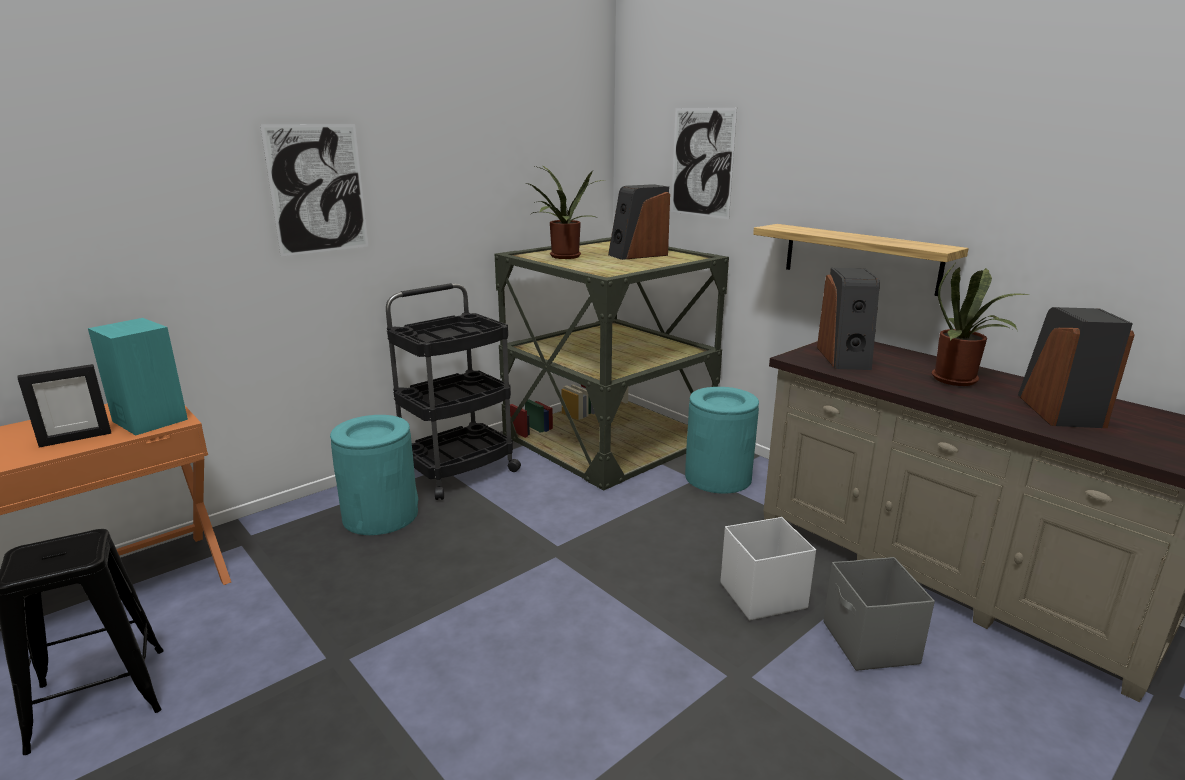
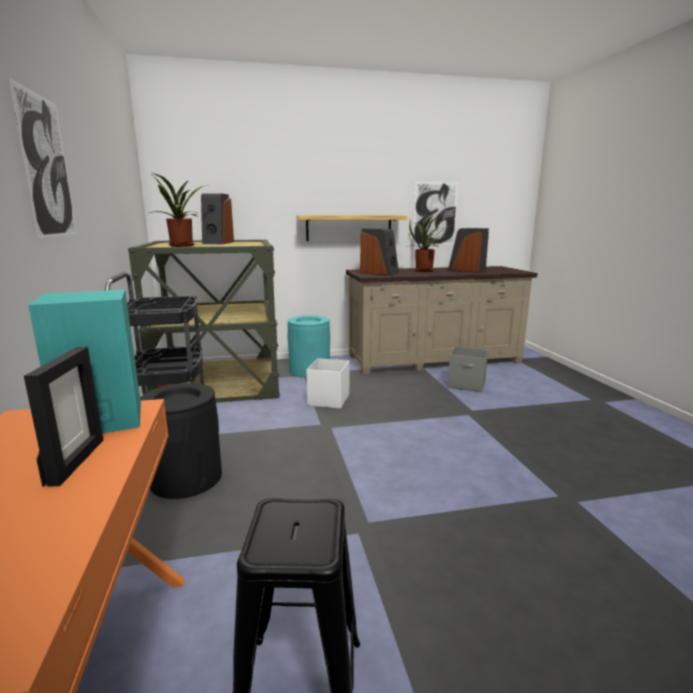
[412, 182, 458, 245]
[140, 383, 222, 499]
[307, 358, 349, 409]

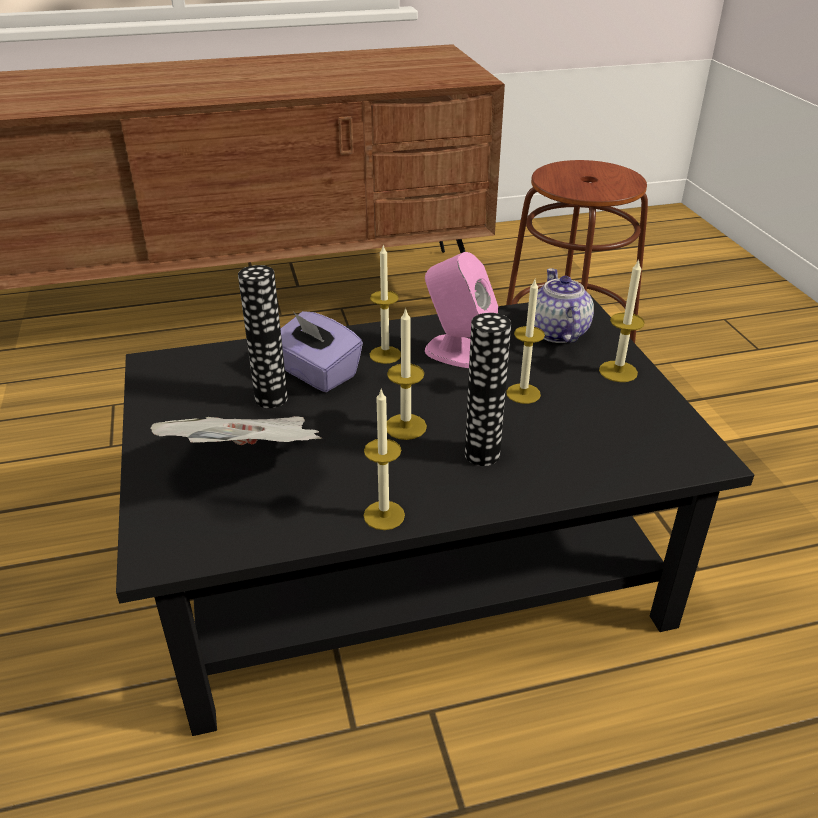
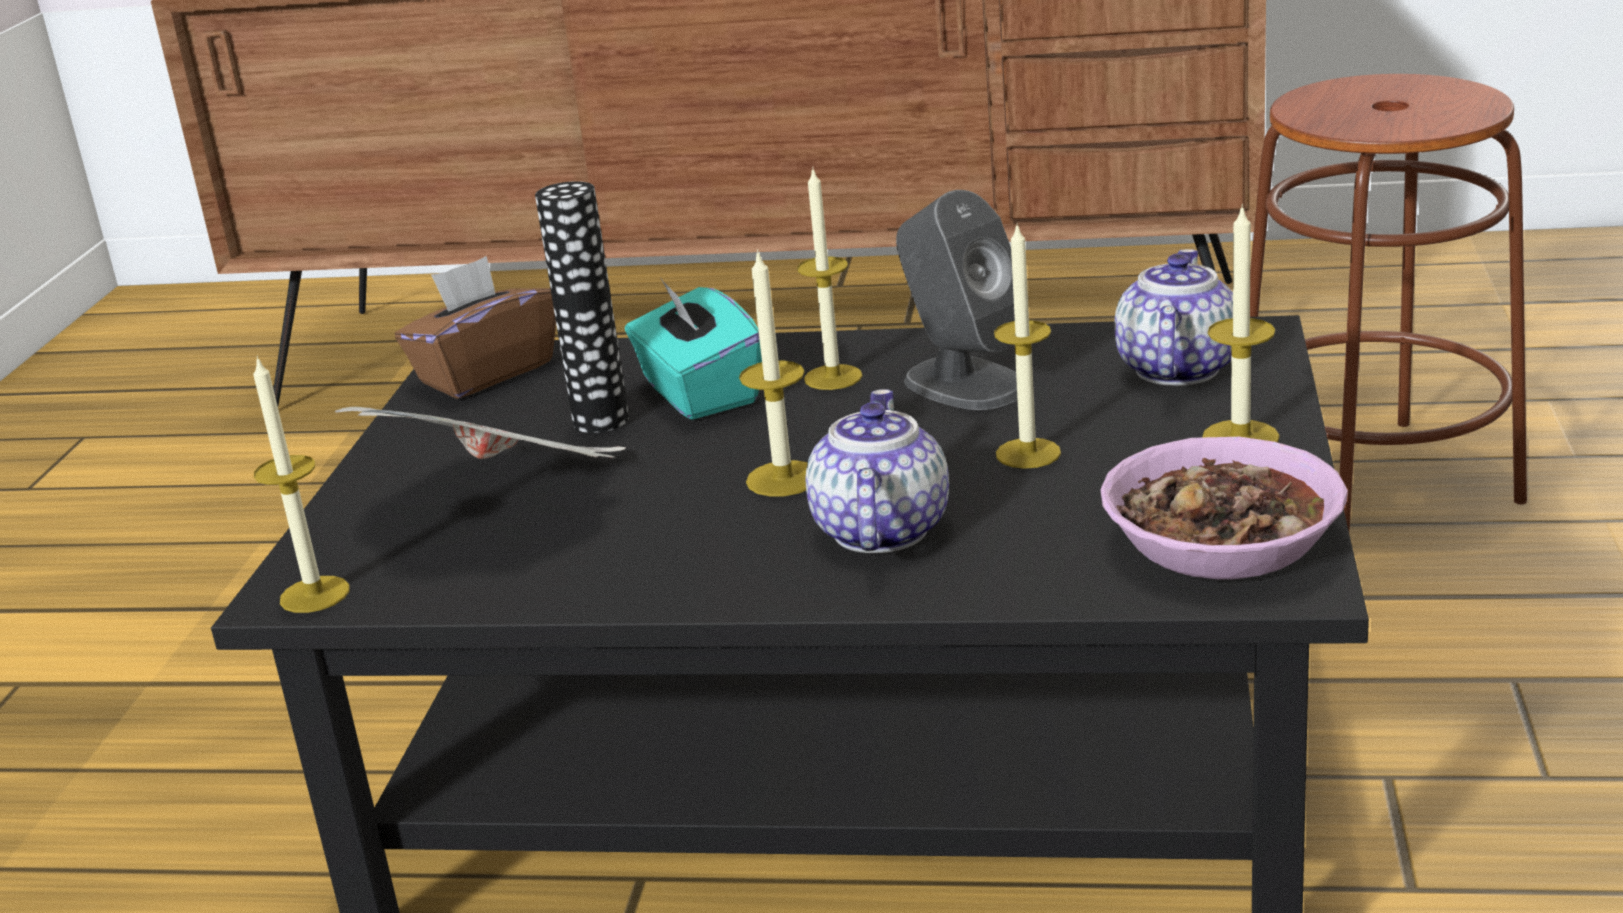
[896, 190, 1017, 410]
[625, 277, 762, 420]
[806, 389, 949, 553]
[253, 356, 350, 613]
[395, 256, 556, 399]
[1100, 437, 1348, 579]

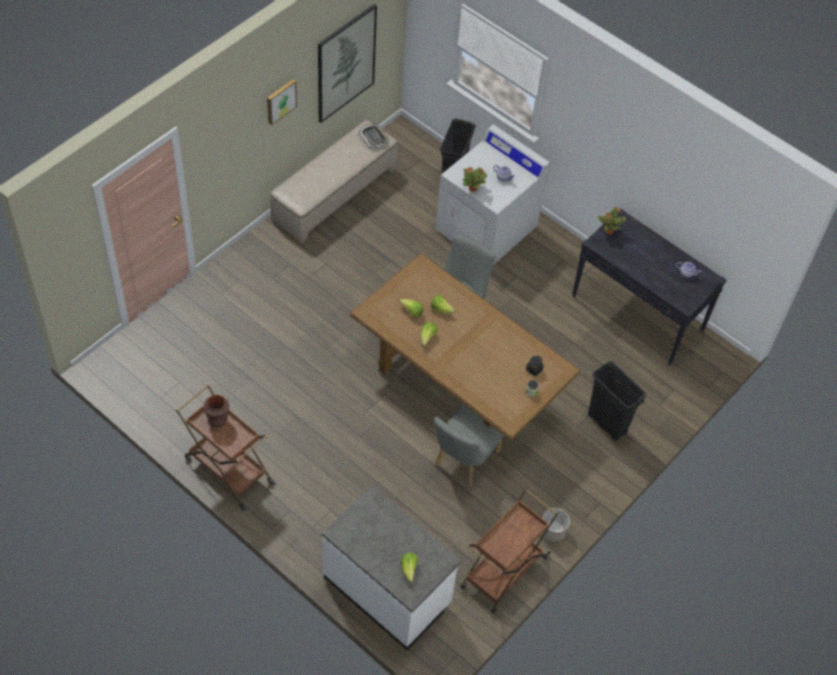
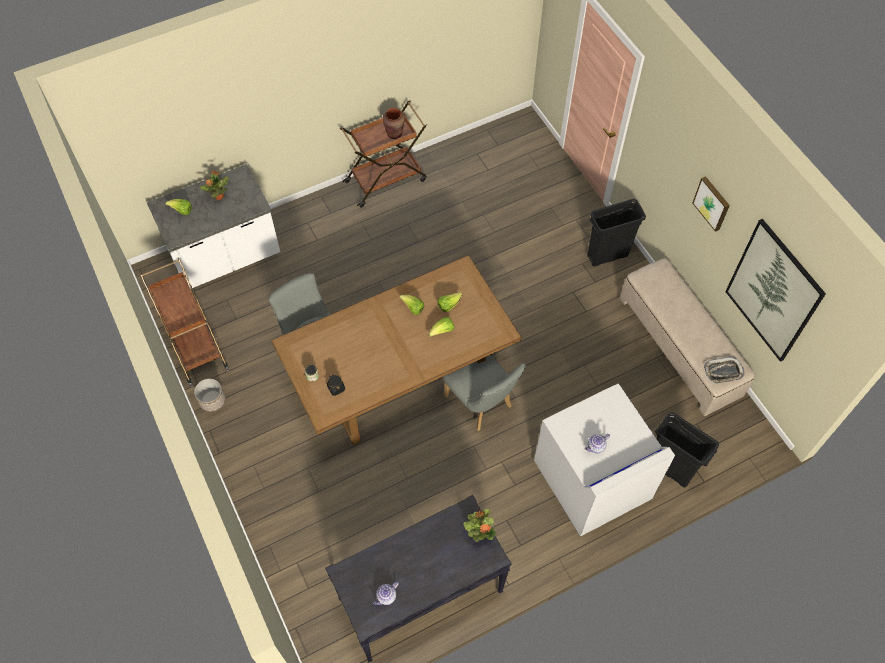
[200, 171, 229, 200]
[587, 199, 646, 267]

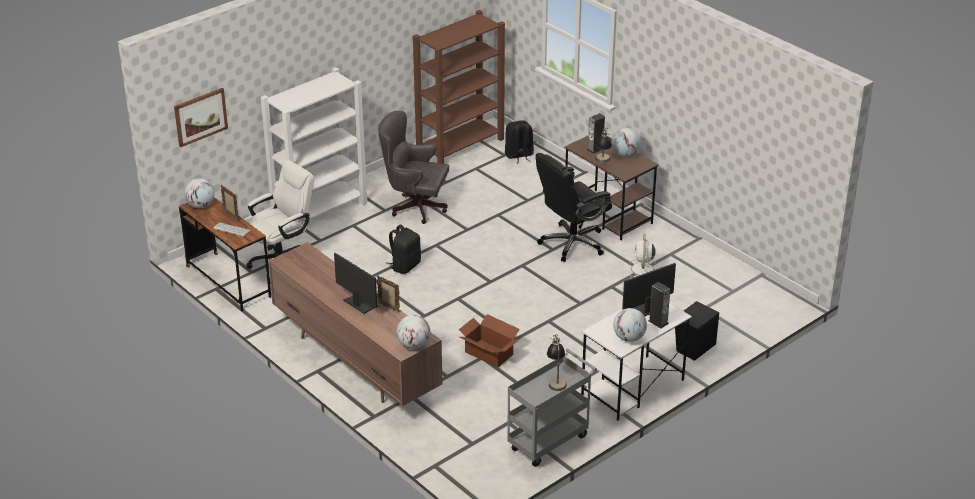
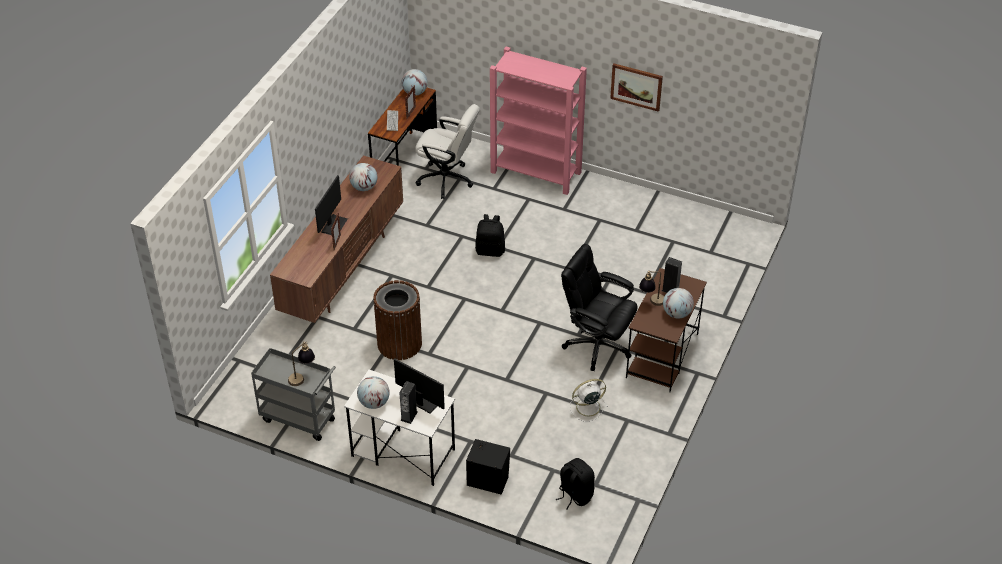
[413, 10, 505, 163] (first image)
[490, 47, 587, 195]
[610, 64, 663, 112]
[378, 111, 449, 224] (first image)
[556, 458, 595, 510]
[373, 280, 422, 360]
[349, 163, 377, 191]

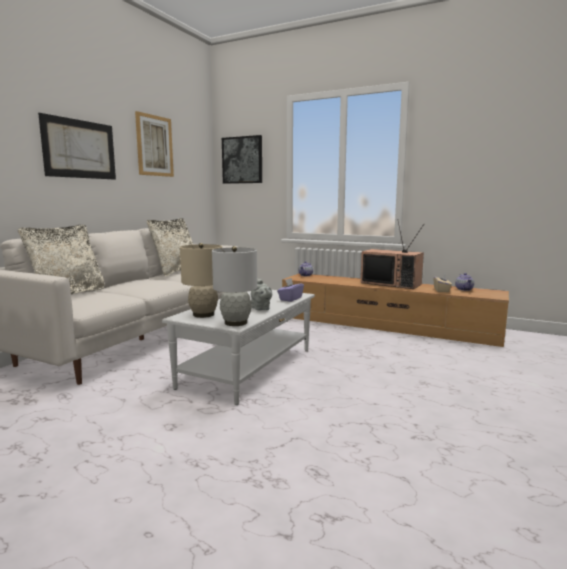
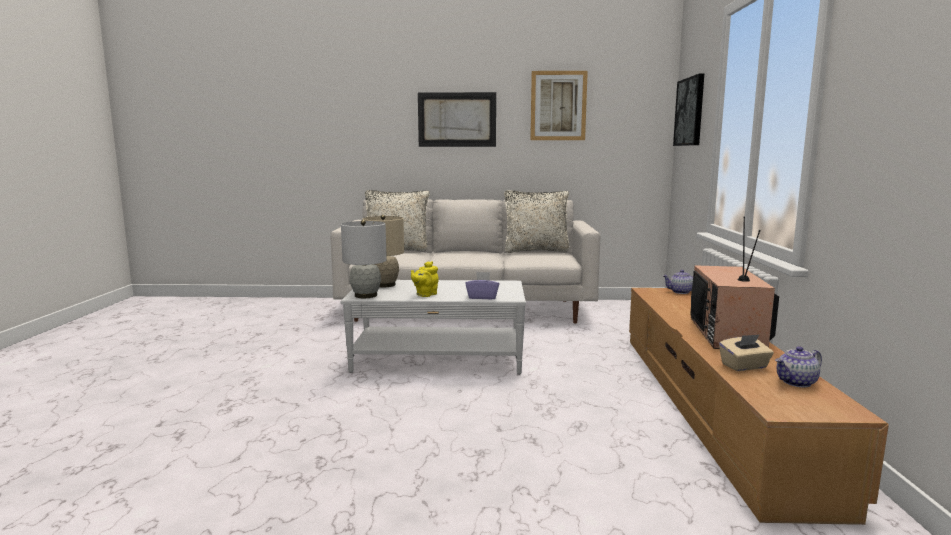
[411, 261, 439, 297]

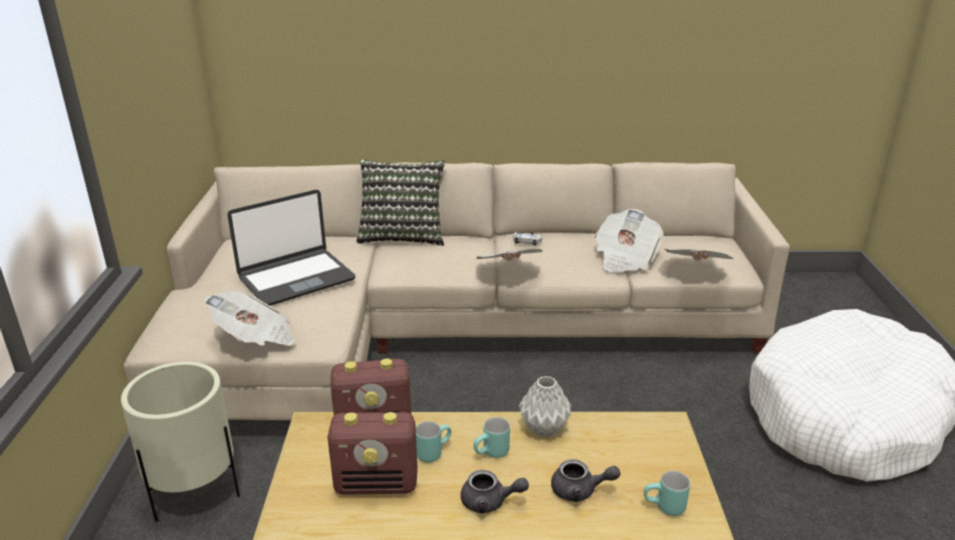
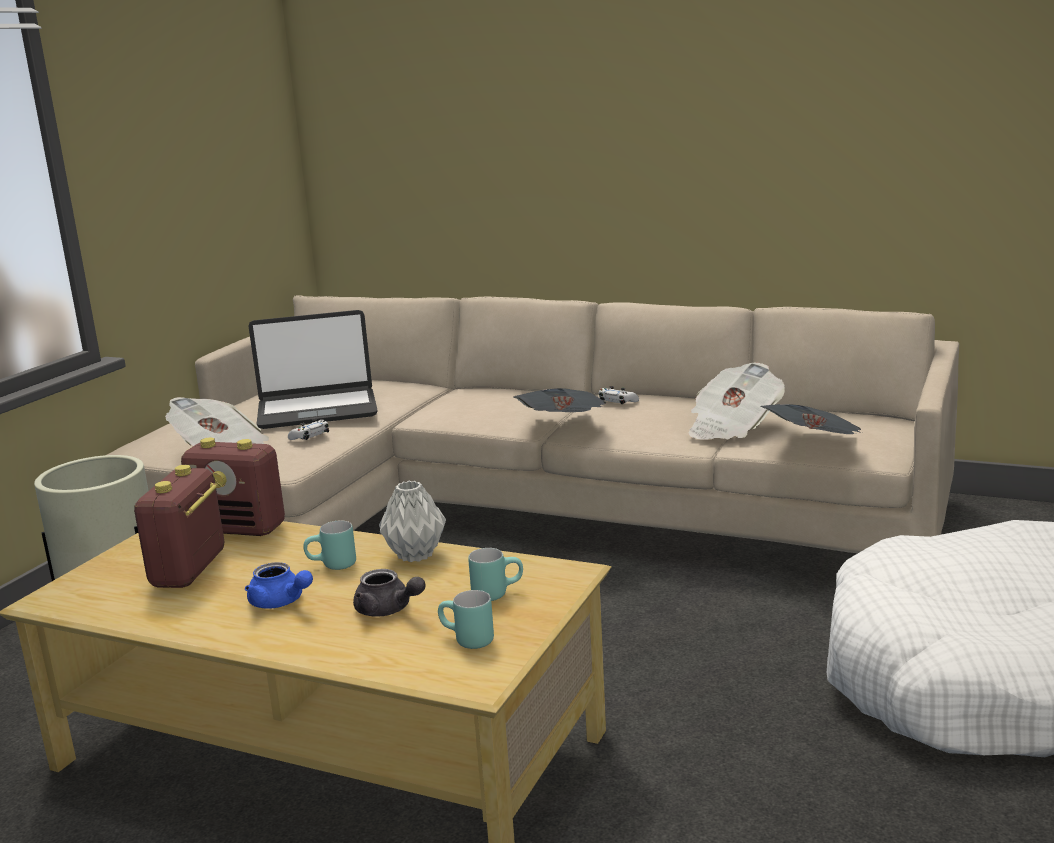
[356, 159, 445, 246] (first image)
[134, 465, 224, 588]
[468, 548, 523, 601]
[245, 562, 313, 609]
[288, 419, 329, 440]

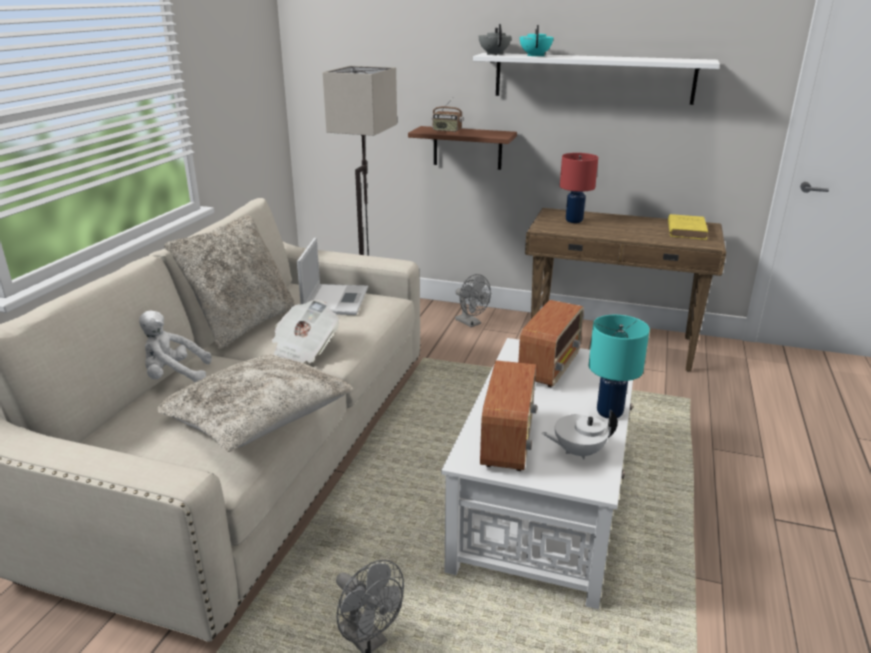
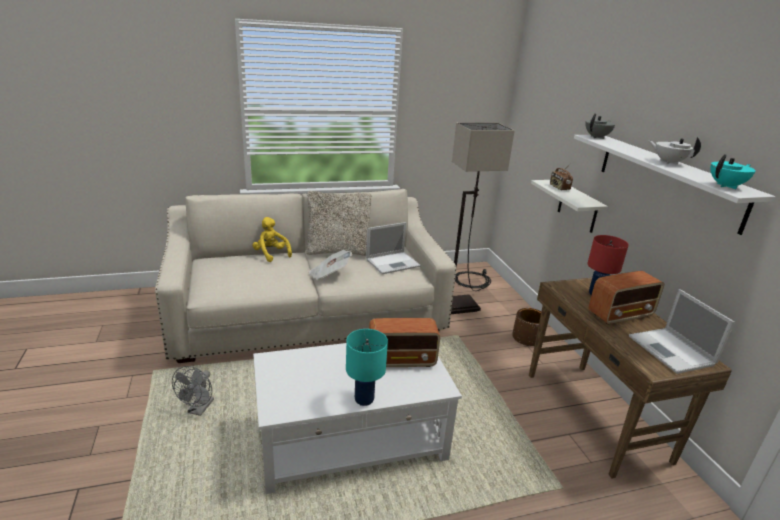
[710, 154, 756, 189]
[531, 180, 608, 233]
[629, 289, 735, 374]
[512, 308, 541, 346]
[252, 217, 292, 262]
[158, 354, 353, 452] (first image)
[588, 271, 664, 325]
[648, 137, 701, 165]

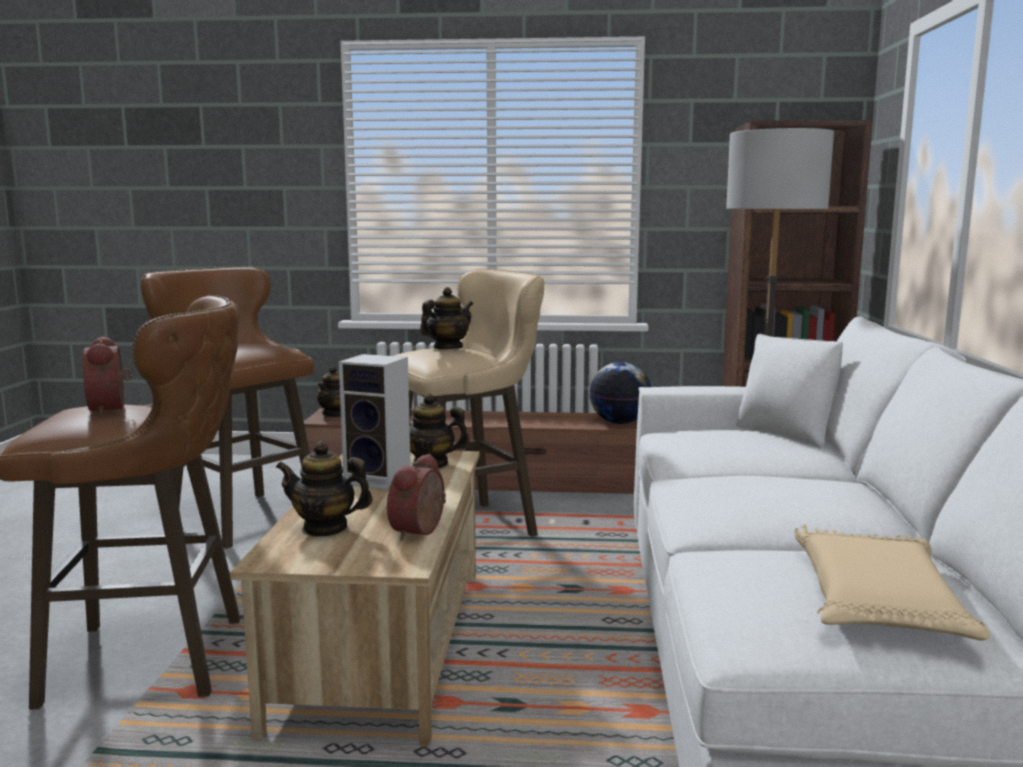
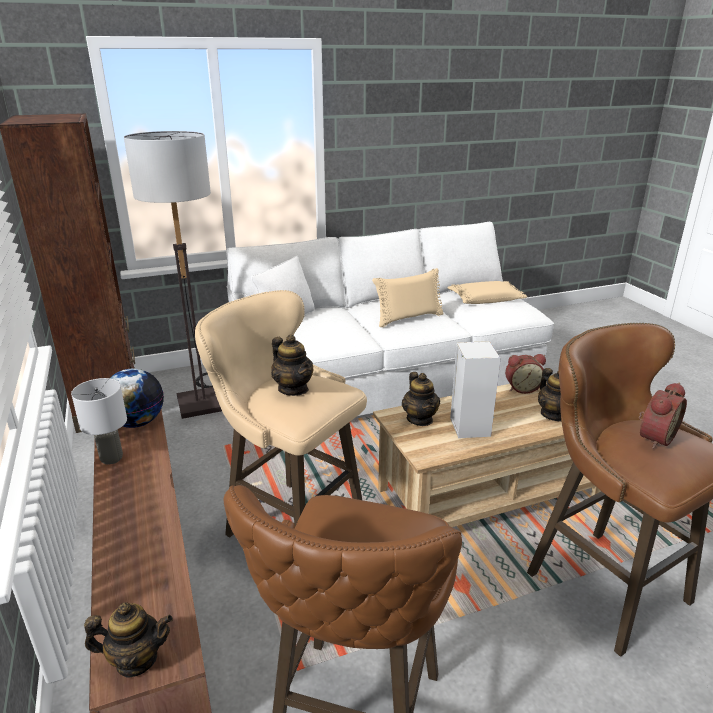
[271, 334, 313, 396]
[372, 268, 444, 327]
[71, 378, 127, 465]

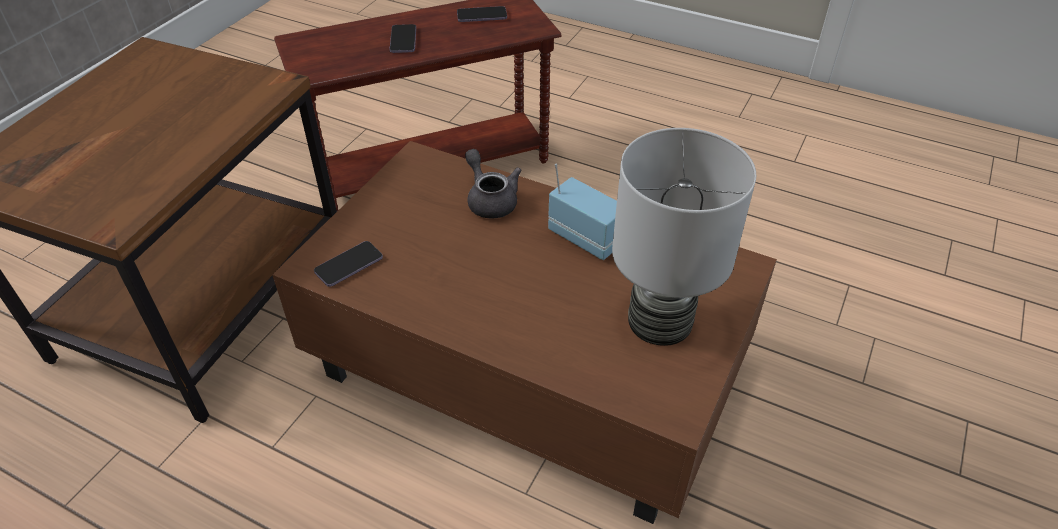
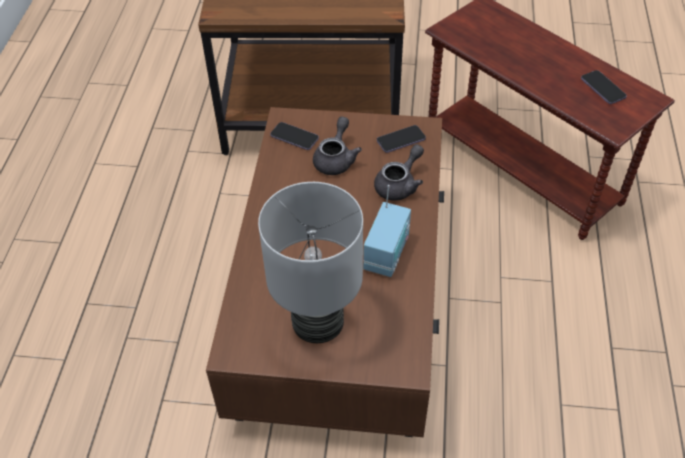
[377, 125, 426, 153]
[313, 116, 362, 175]

